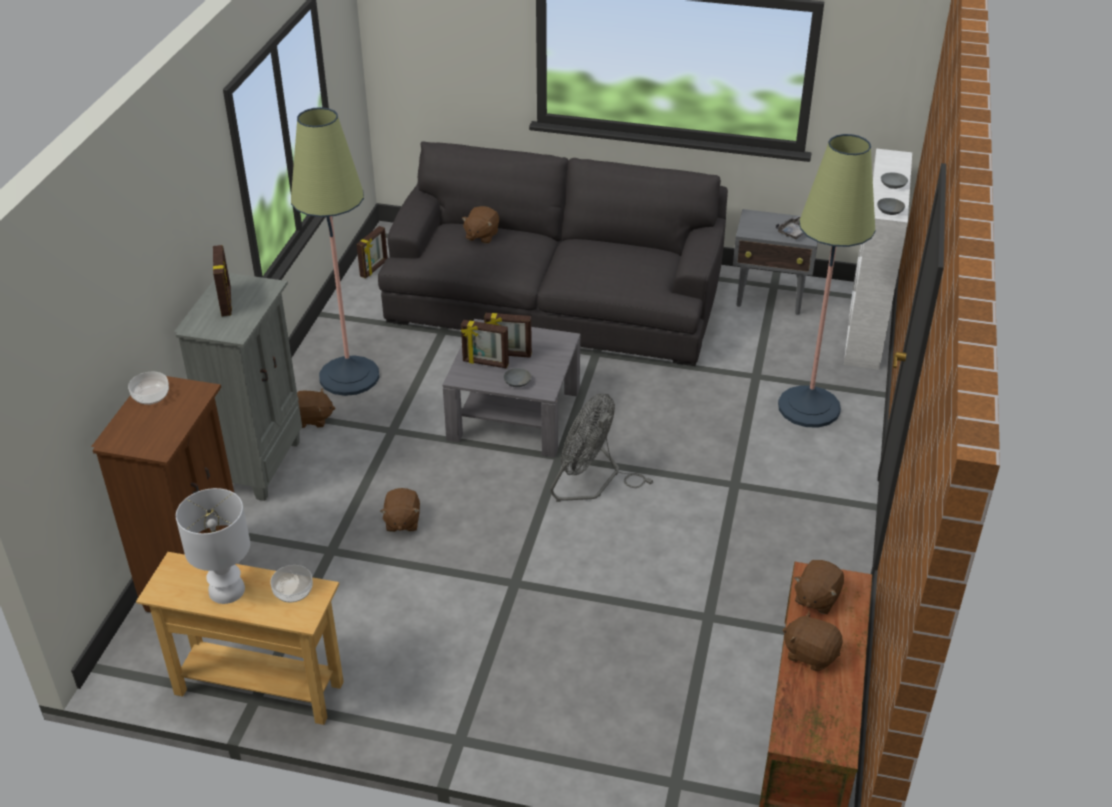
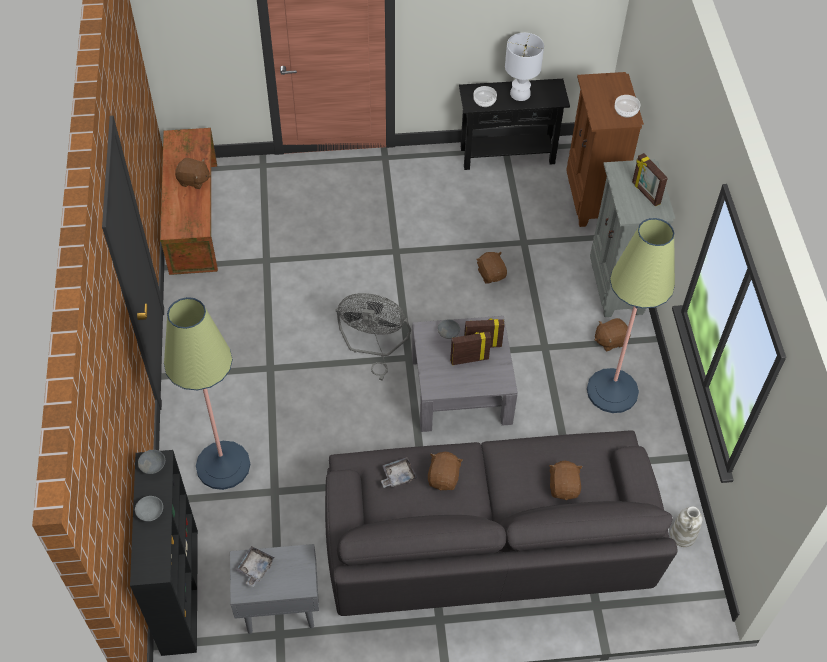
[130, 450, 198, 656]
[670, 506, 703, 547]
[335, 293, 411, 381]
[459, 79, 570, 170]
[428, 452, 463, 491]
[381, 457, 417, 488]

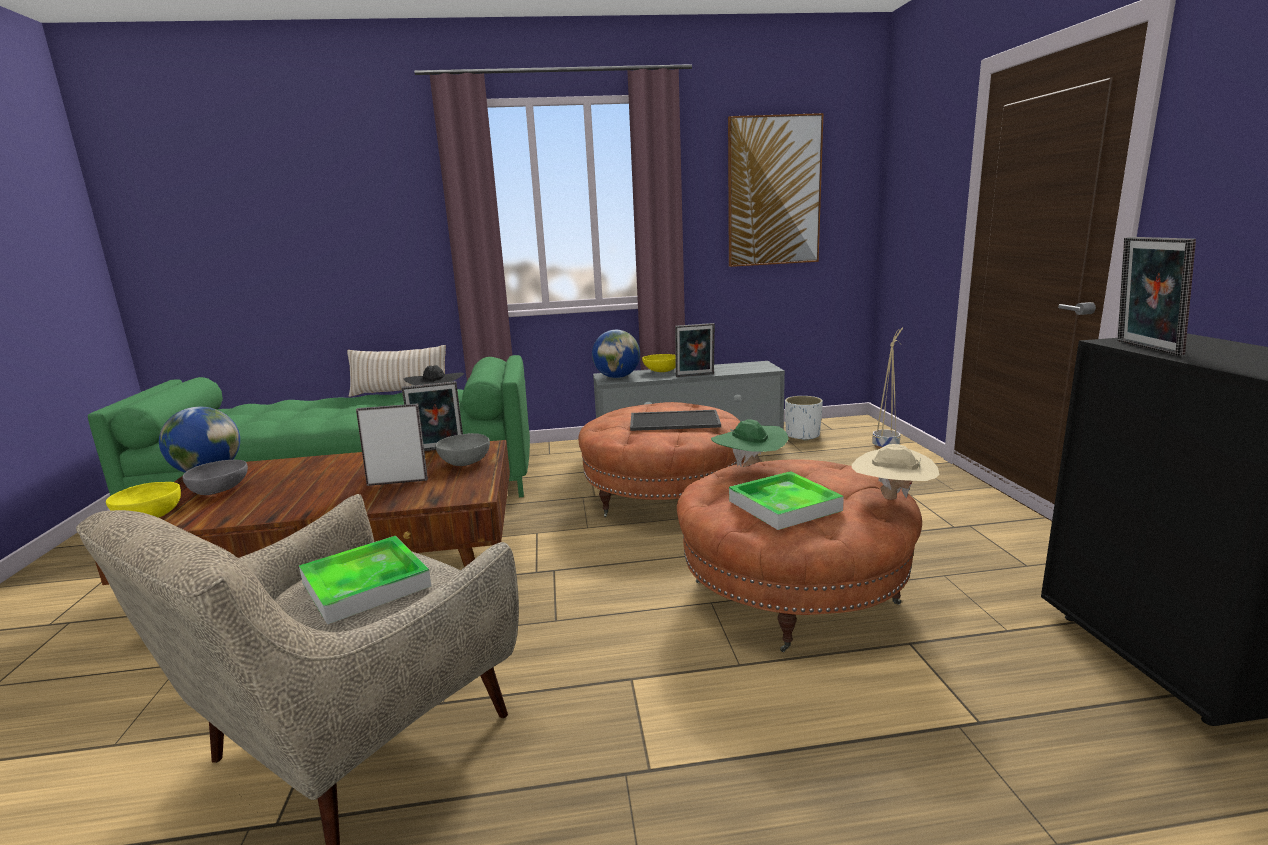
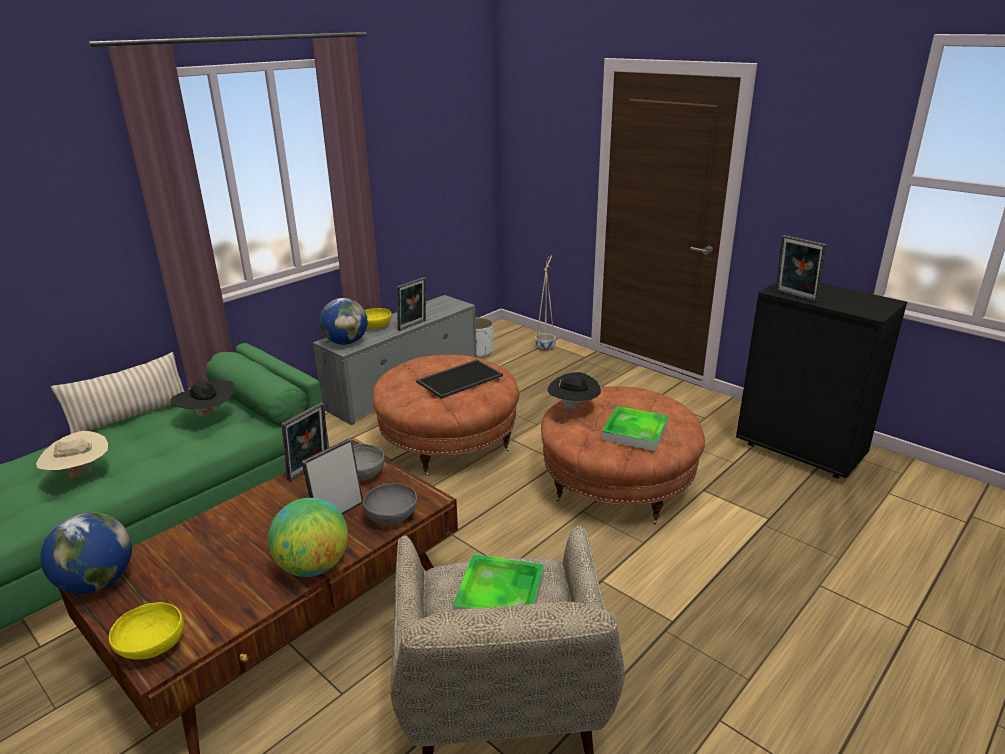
[728, 113, 823, 267] (first image)
[547, 372, 601, 410]
[36, 431, 108, 478]
[363, 483, 418, 525]
[268, 498, 348, 577]

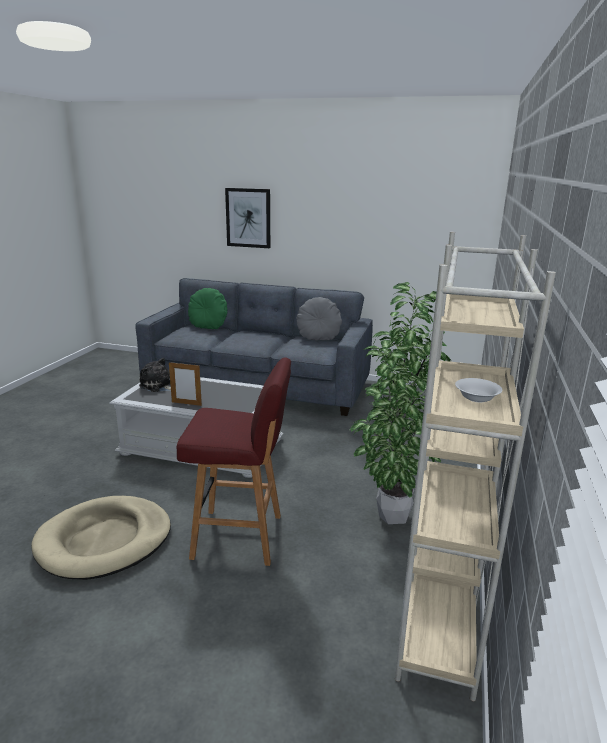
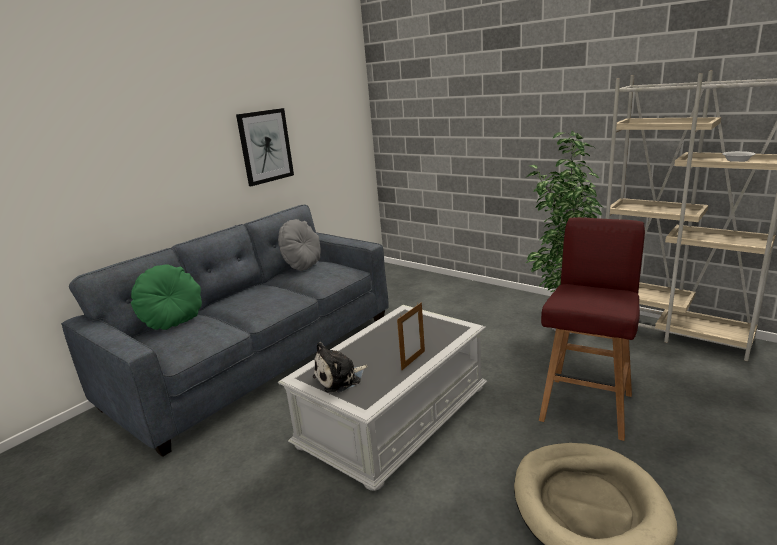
[236, 108, 294, 186]

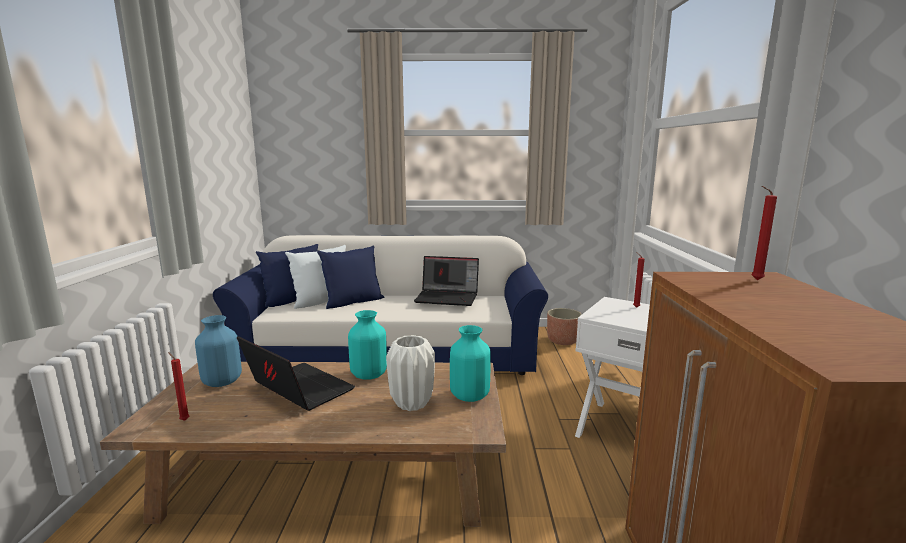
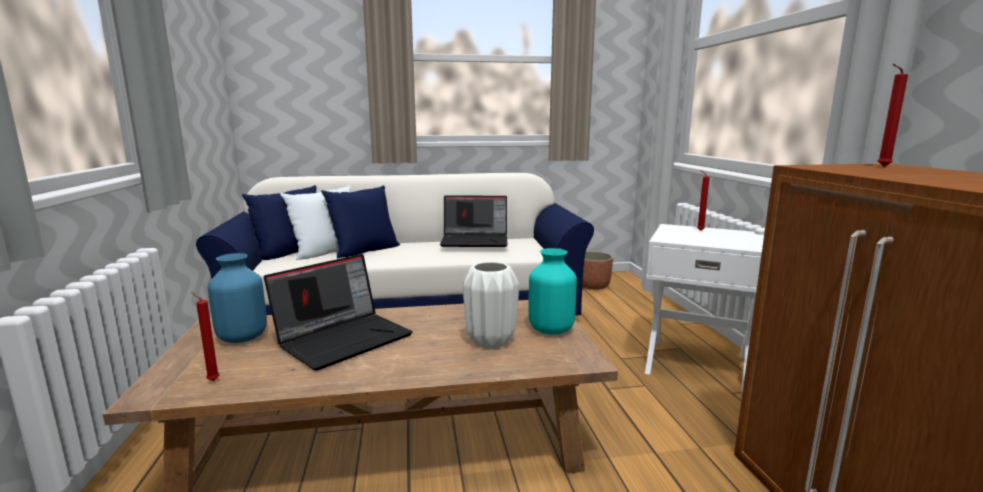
[348, 310, 387, 380] (first image)
[264, 254, 413, 371]

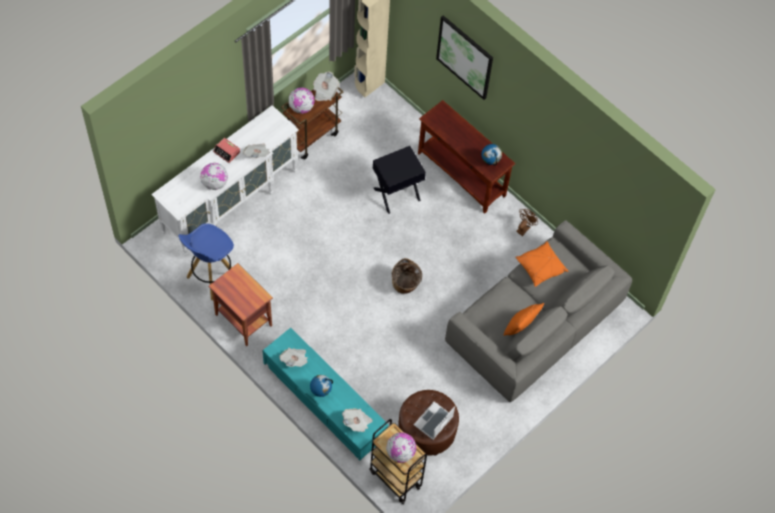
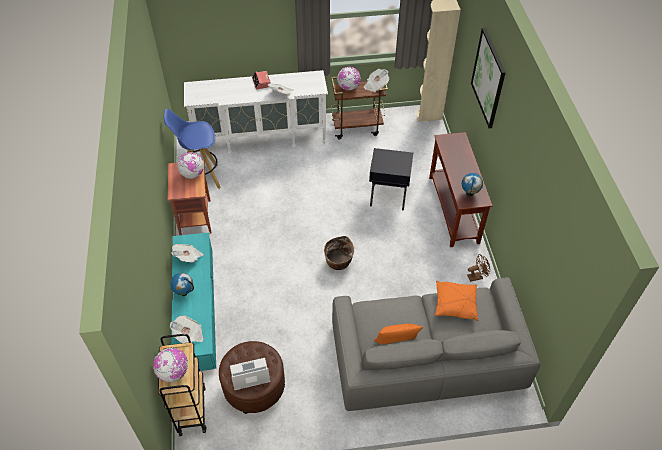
[177, 152, 204, 179]

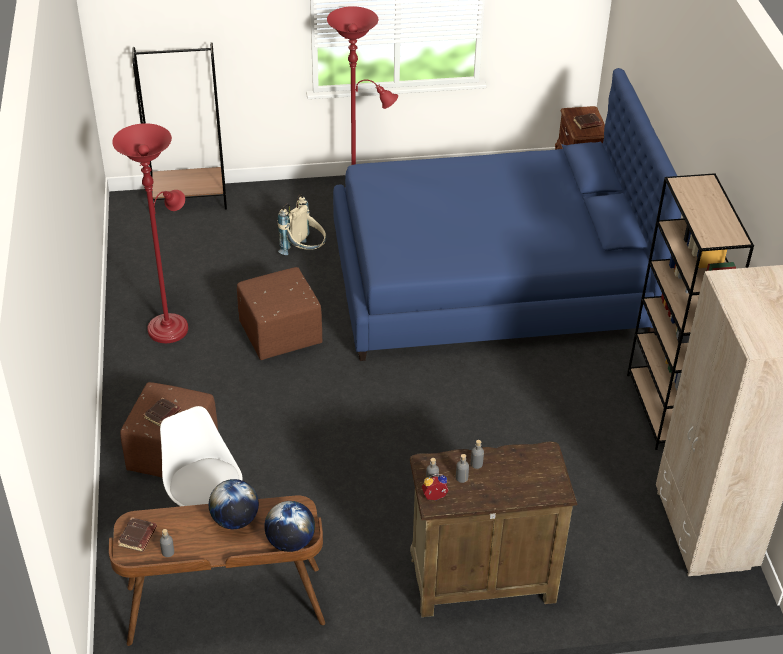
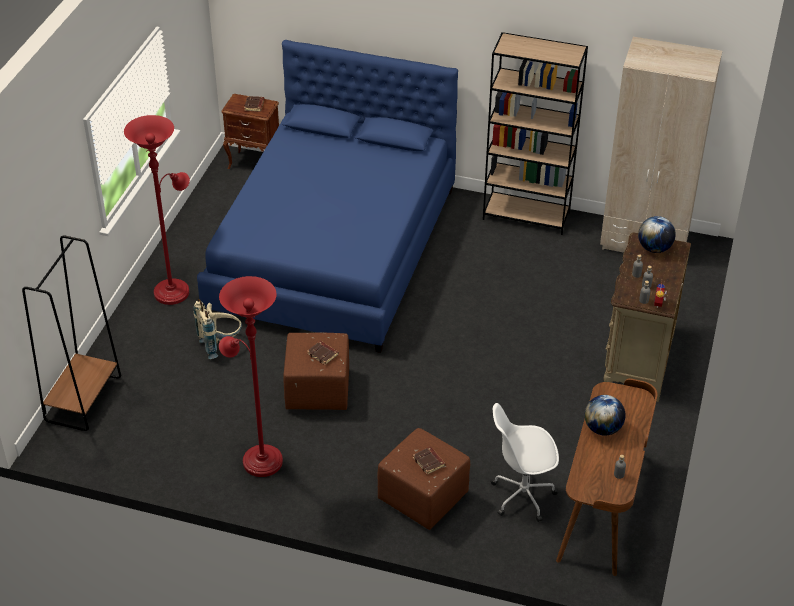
[638, 216, 676, 253]
[307, 341, 339, 365]

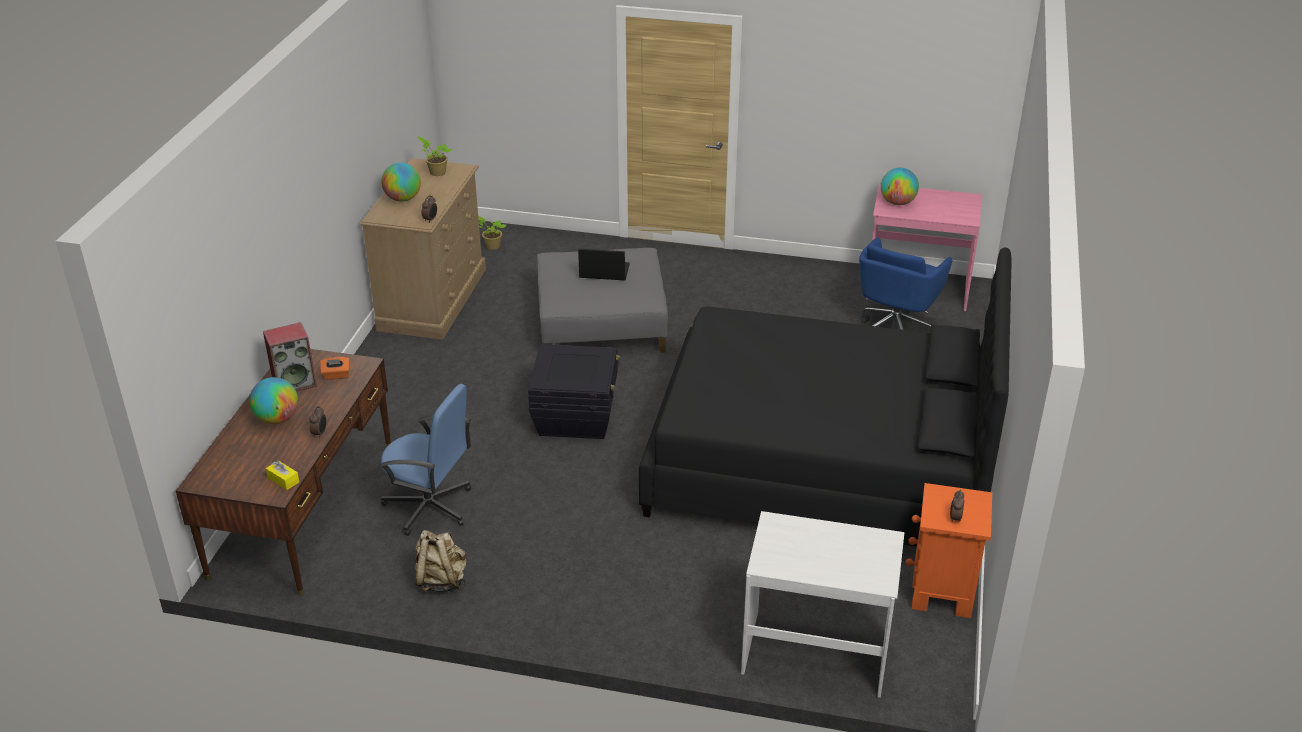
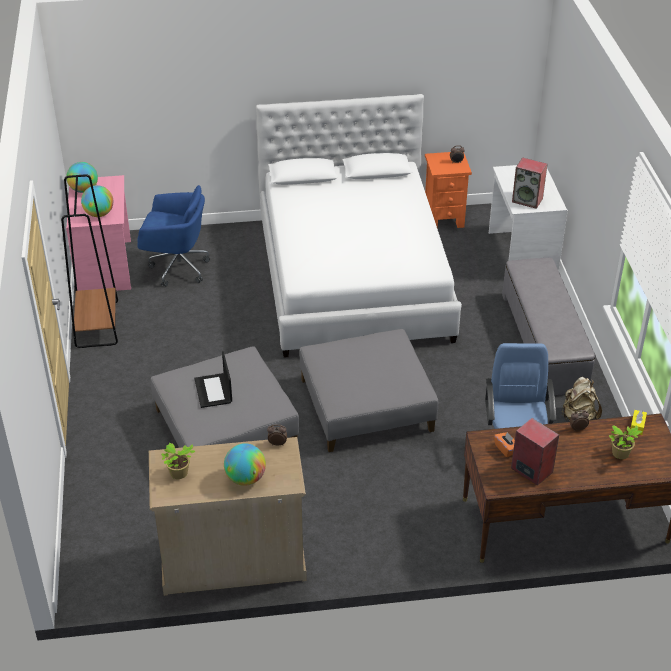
[609, 425, 642, 459]
[256, 94, 462, 358]
[299, 329, 438, 452]
[66, 162, 98, 193]
[512, 157, 547, 209]
[61, 174, 118, 348]
[502, 258, 595, 395]

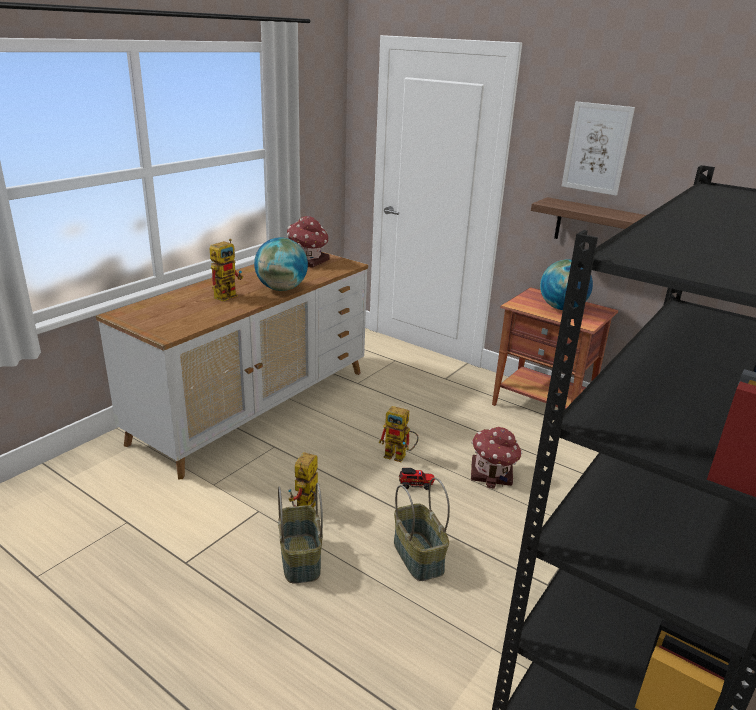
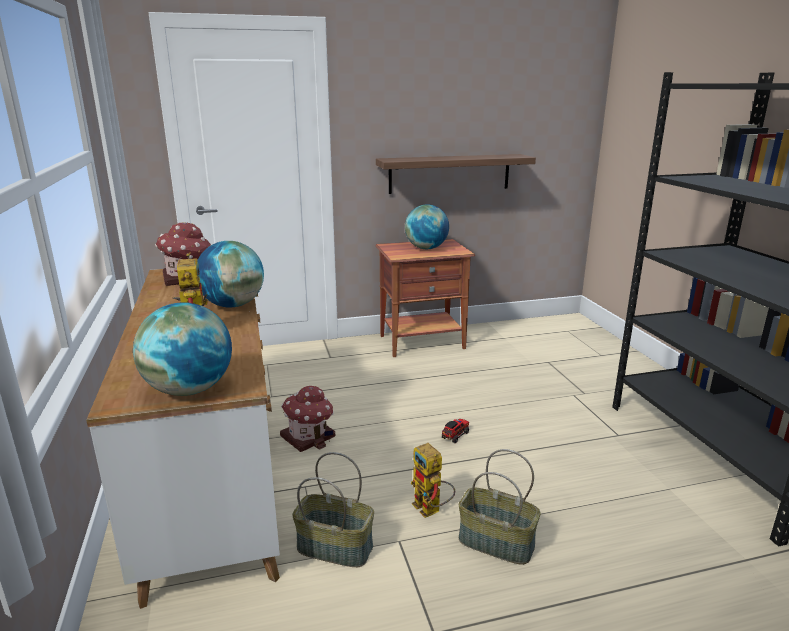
[562, 101, 635, 196] (first image)
[379, 406, 419, 462] (first image)
[280, 386, 335, 452]
[292, 452, 374, 567]
[133, 303, 232, 396]

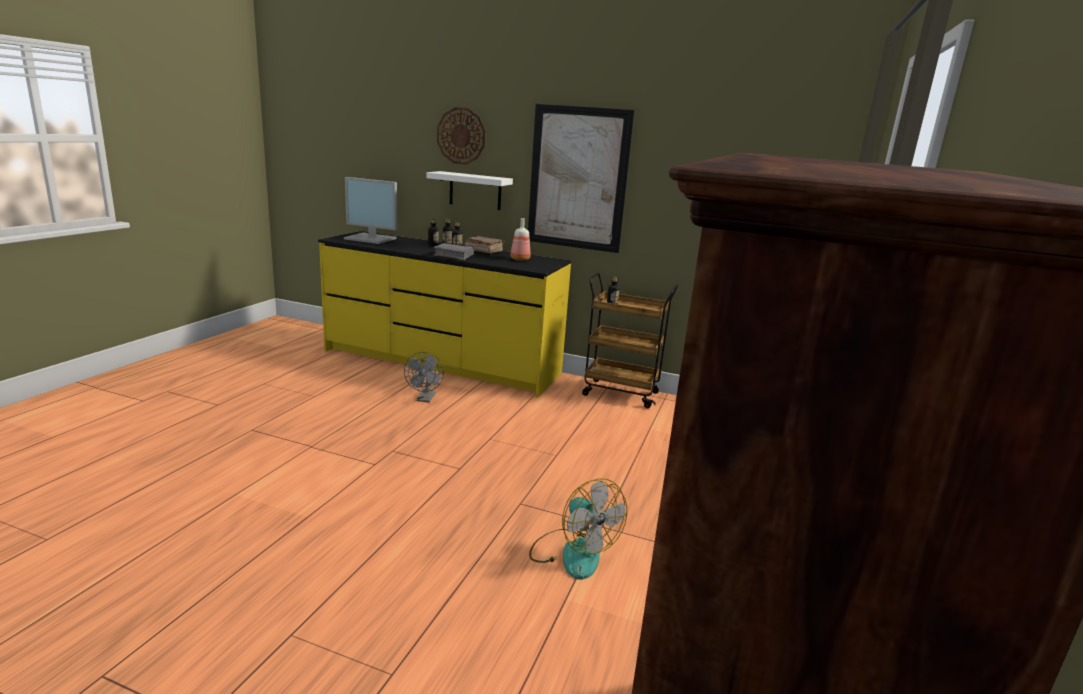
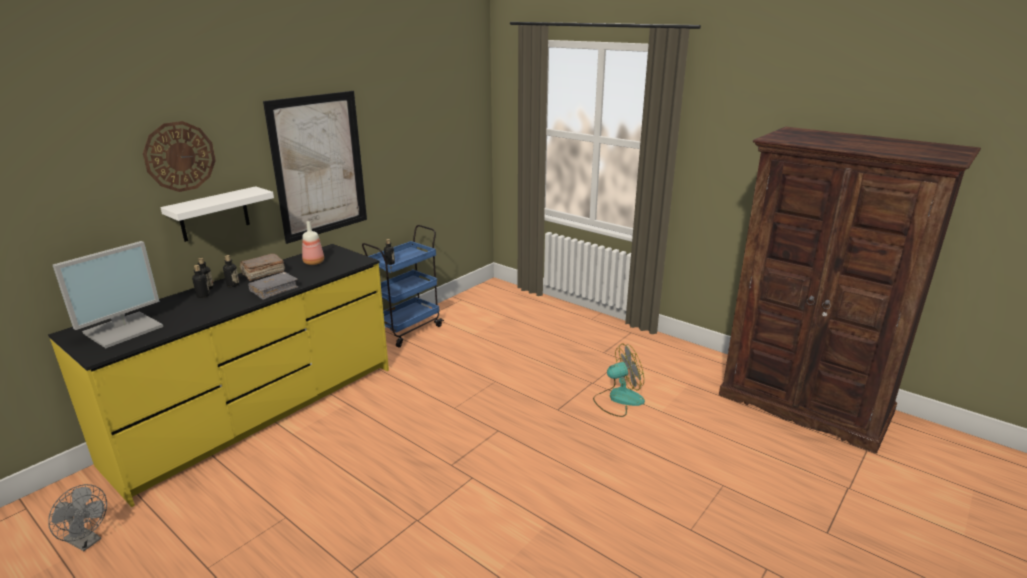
[362, 225, 444, 348]
[48, 484, 107, 551]

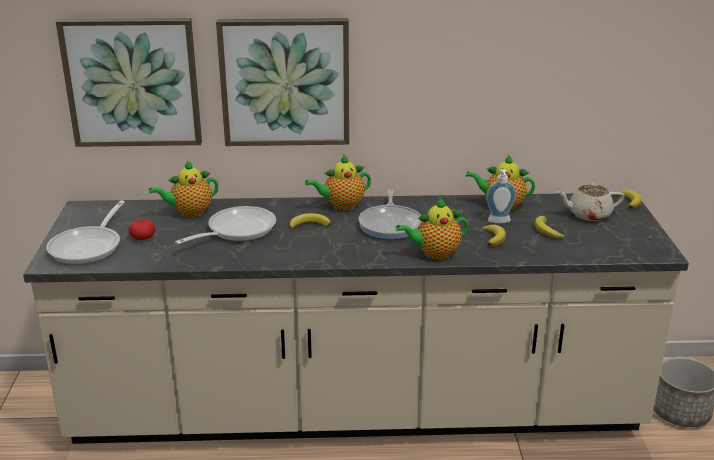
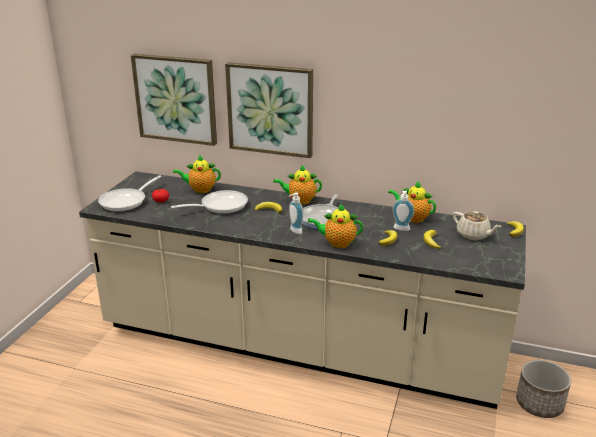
[453, 211, 502, 240]
[289, 193, 303, 234]

